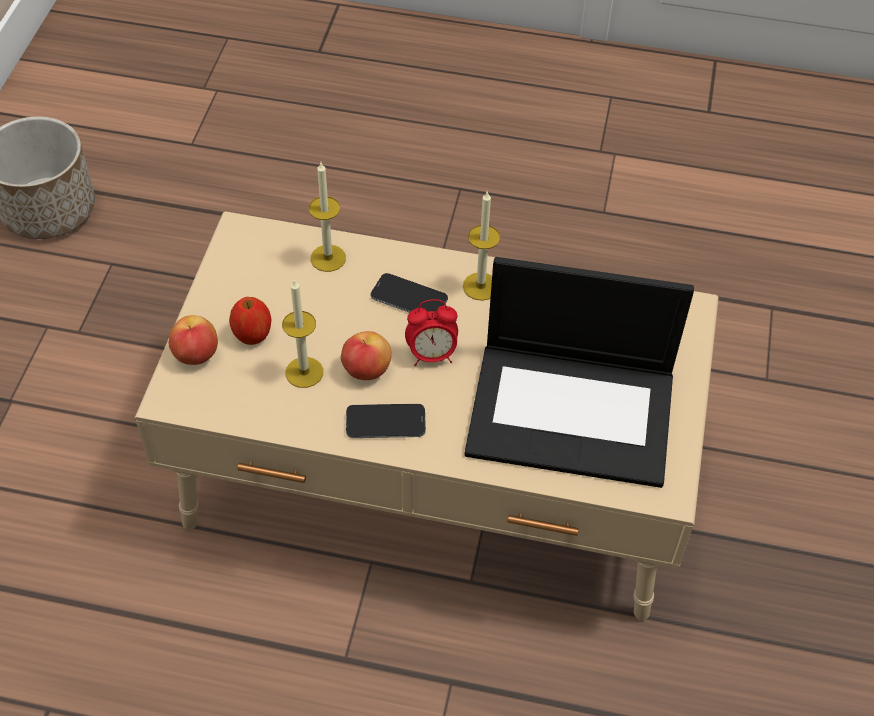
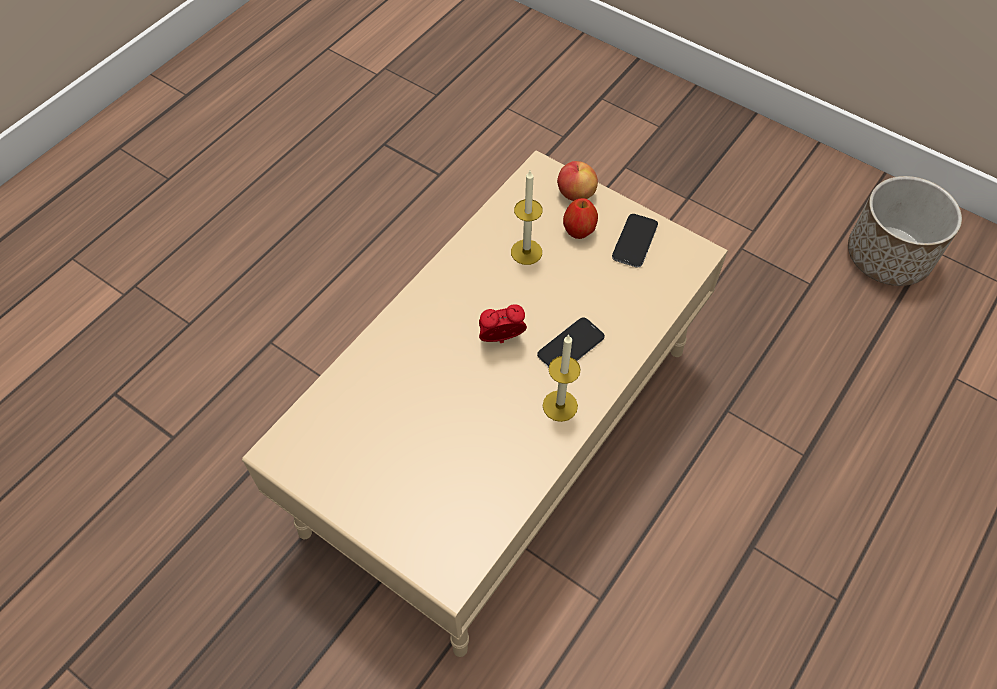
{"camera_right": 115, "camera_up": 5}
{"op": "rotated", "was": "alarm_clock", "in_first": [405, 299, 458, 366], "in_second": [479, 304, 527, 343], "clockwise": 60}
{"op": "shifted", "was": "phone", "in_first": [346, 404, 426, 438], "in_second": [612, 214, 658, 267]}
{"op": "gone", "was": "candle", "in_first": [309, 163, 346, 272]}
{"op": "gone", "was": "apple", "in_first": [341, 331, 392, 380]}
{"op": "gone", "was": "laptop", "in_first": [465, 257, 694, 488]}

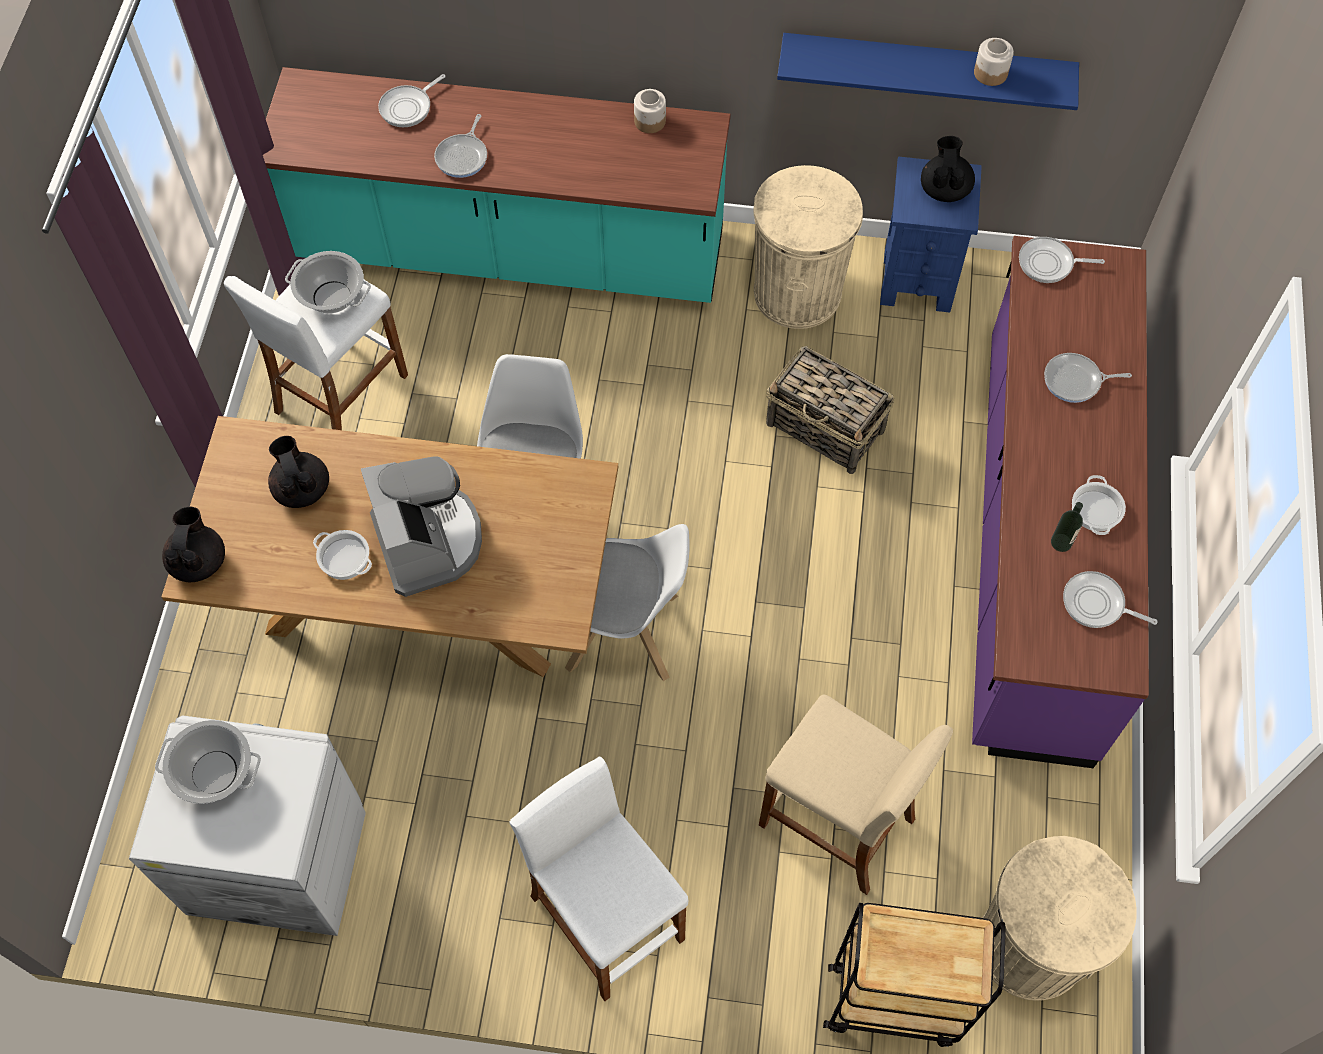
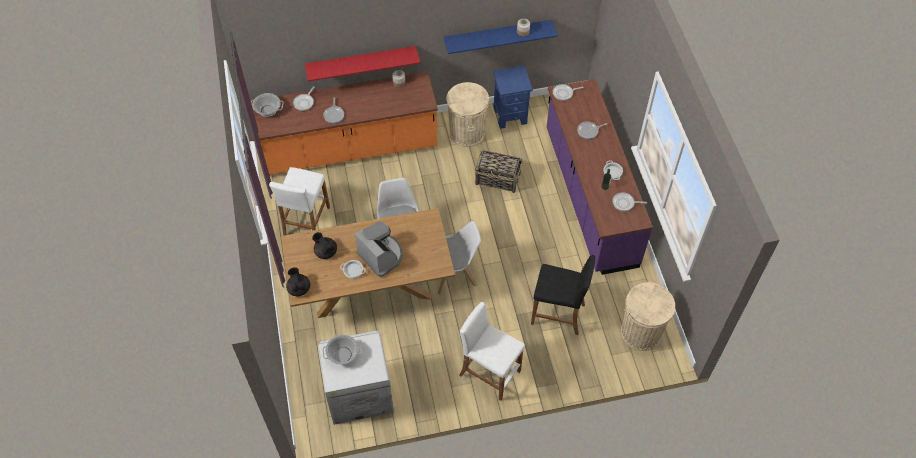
{"camera_right": -20, "camera_up": -5}
{"op": "repainted", "was": "turquoise_counter", "now": "orange_counter", "in_first": [263, 67, 731, 303], "in_second": [250, 72, 438, 175]}
{"op": "shifted", "was": "cooking_pot", "in_first": [285, 251, 371, 314], "in_second": [251, 93, 284, 117]}
{"op": "new", "now": "red_shelf", "in_second": [305, 46, 420, 81]}
{"op": "repainted", "was": "beige_stool", "now": "black_stool", "in_first": [759, 694, 953, 895], "in_second": [531, 255, 595, 335]}
{"op": "gone", "was": "brown_cart", "in_first": [823, 903, 1006, 1047]}
{"op": "gone", "was": "black_teapot", "in_first": [921, 136, 975, 202]}

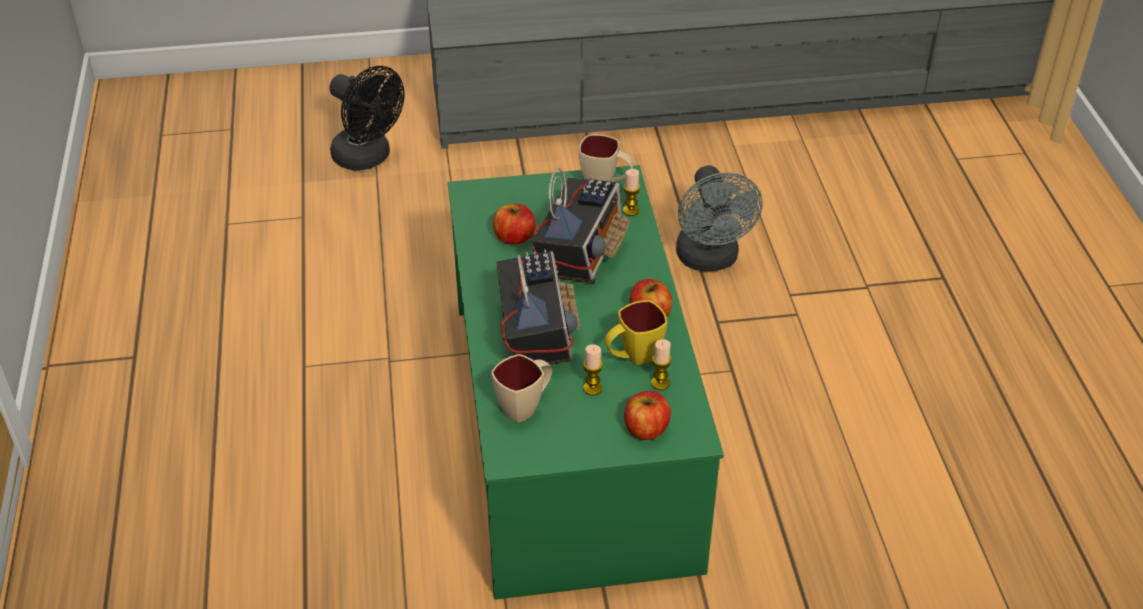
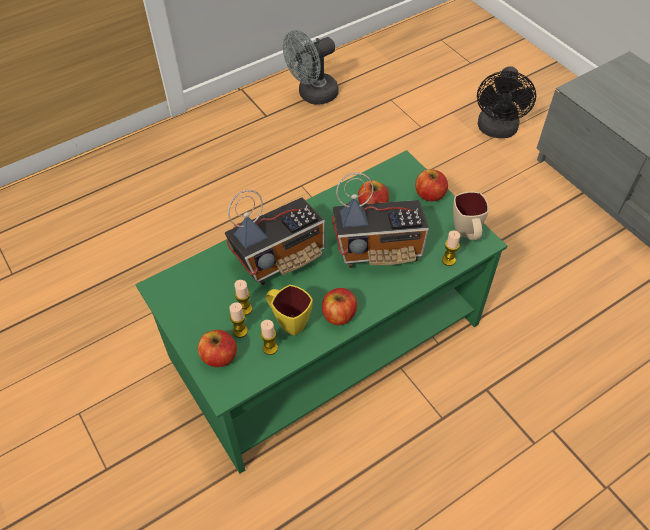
{"camera_right": 65, "camera_up": 10}
{"op": "new", "now": "candle", "in_second": [229, 302, 248, 338]}
{"op": "shifted", "was": "grey_fan", "in_first": [676, 165, 762, 271], "in_second": [283, 30, 339, 104]}
{"op": "new", "now": "apple", "in_second": [415, 169, 448, 201]}
{"op": "gone", "was": "beige_mug", "in_first": [491, 354, 552, 423]}

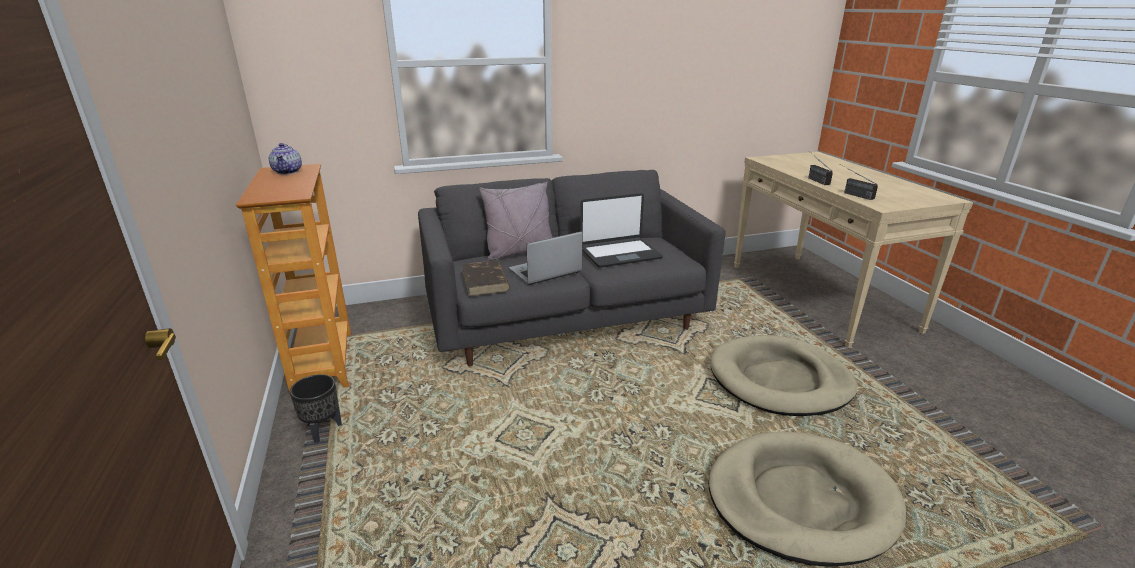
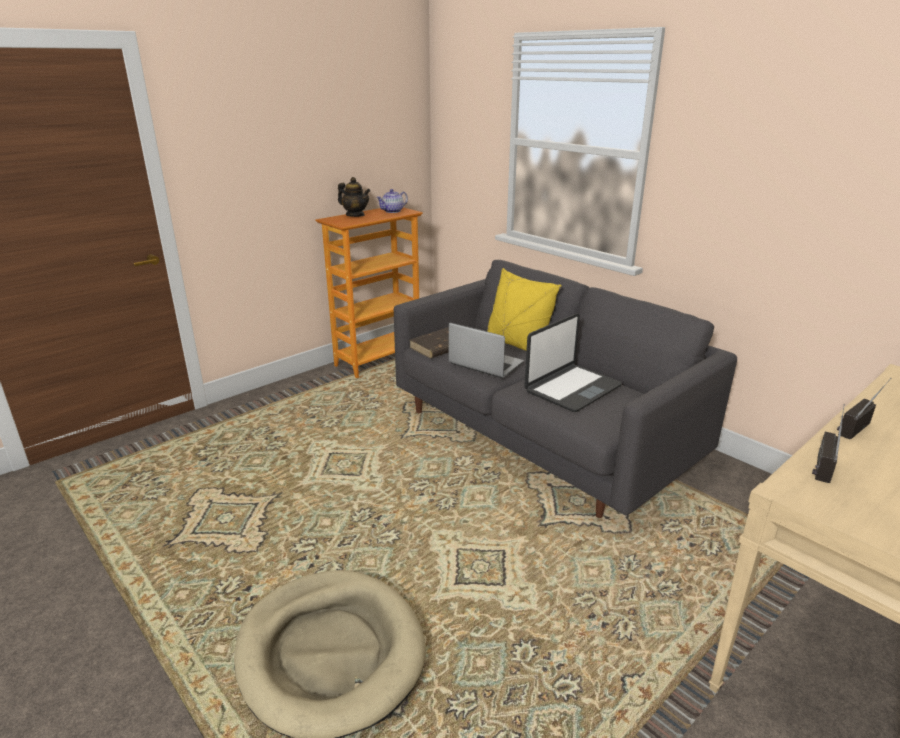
{"camera_right": 65, "camera_up": 0}
{"op": "new", "now": "teapot", "in_second": [338, 177, 370, 217]}
{"op": "repainted", "was": "purple_pillow", "now": "yellow_pillow", "in_first": [479, 182, 552, 261], "in_second": [487, 268, 562, 351]}
{"op": "rotated", "was": "laptop", "in_first": [580, 193, 663, 267], "in_second": [524, 313, 622, 412], "clockwise": -90}
{"op": "gone", "was": "black_planter", "in_first": [290, 374, 342, 443]}
{"op": "gone", "was": "beige_dog_bed", "in_first": [710, 335, 857, 416]}

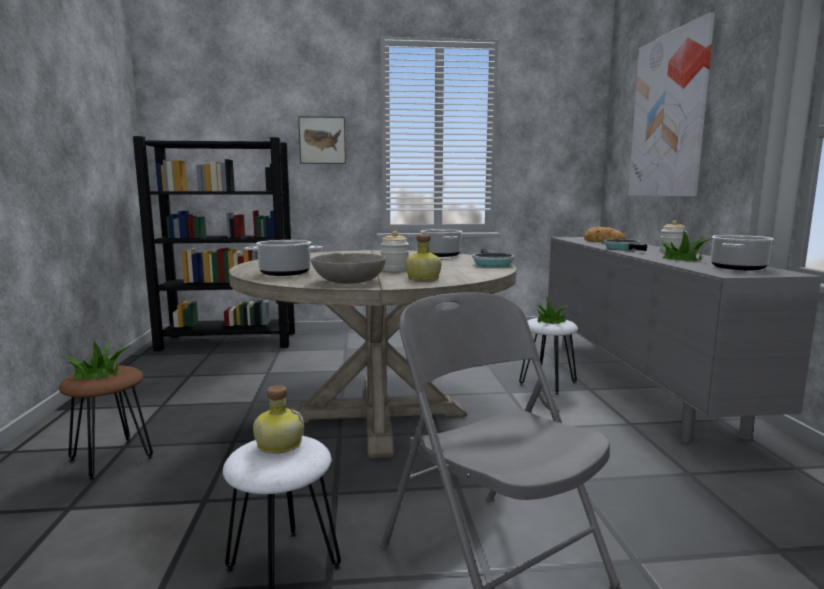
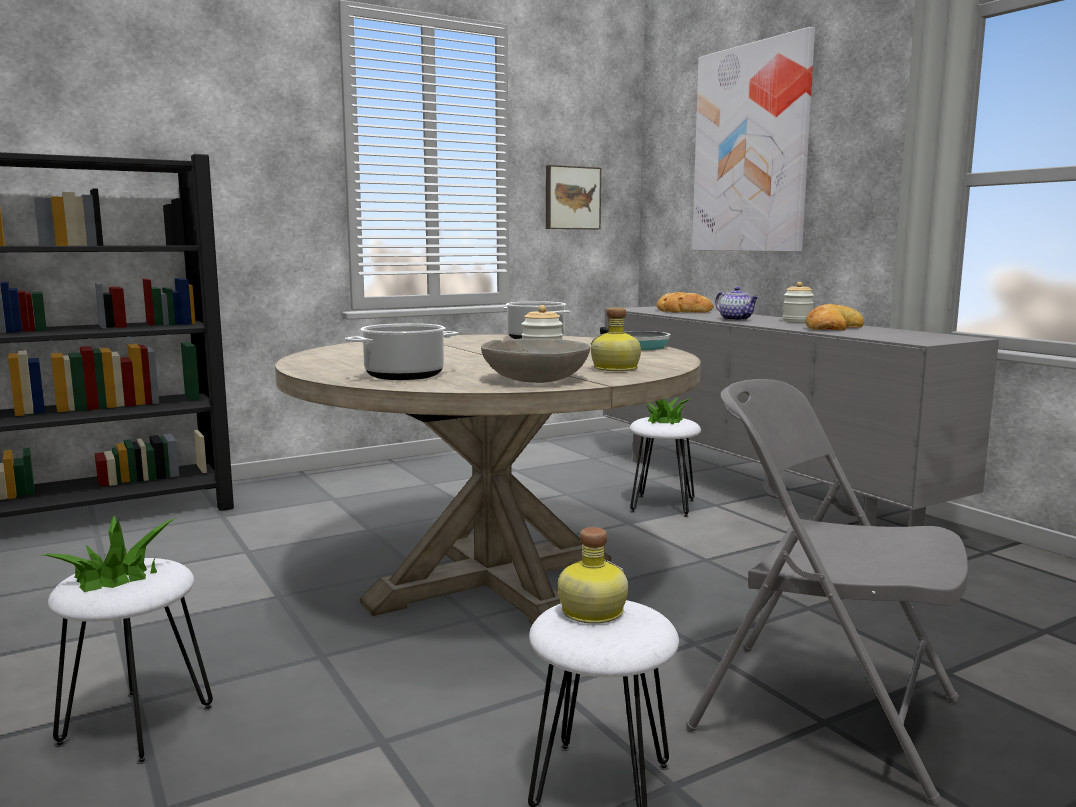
{"camera_right": -25, "camera_up": 0}
{"op": "repainted", "was": "brown_stool", "now": "white_stool", "in_first": [59, 365, 153, 480], "in_second": [48, 558, 213, 764]}
{"op": "shifted", "was": "picture", "in_first": [298, 116, 346, 164], "in_second": [546, 165, 601, 229]}
{"op": "swapped", "was": "frying_pan", "now": "teapot", "in_first": [604, 239, 647, 251], "in_second": [715, 287, 759, 321]}
{"op": "swapped", "was": "potted_plant", "now": "bread", "in_first": [662, 230, 713, 261], "in_second": [805, 304, 864, 331]}
{"op": "gone", "was": "cooking_pot", "in_first": [711, 235, 774, 270]}

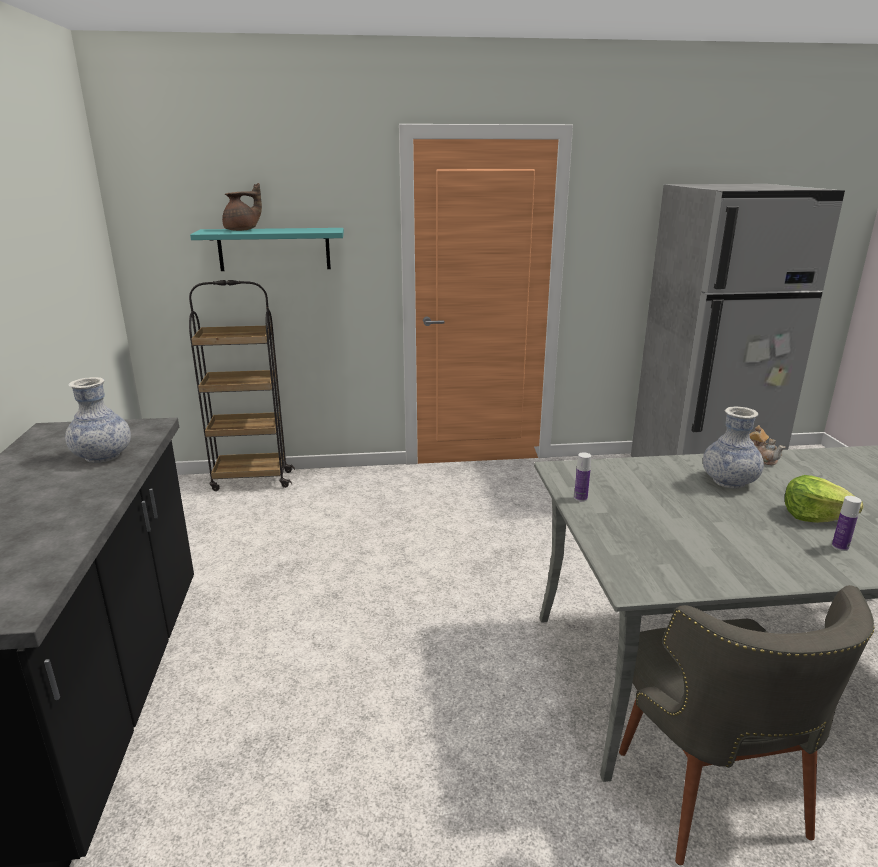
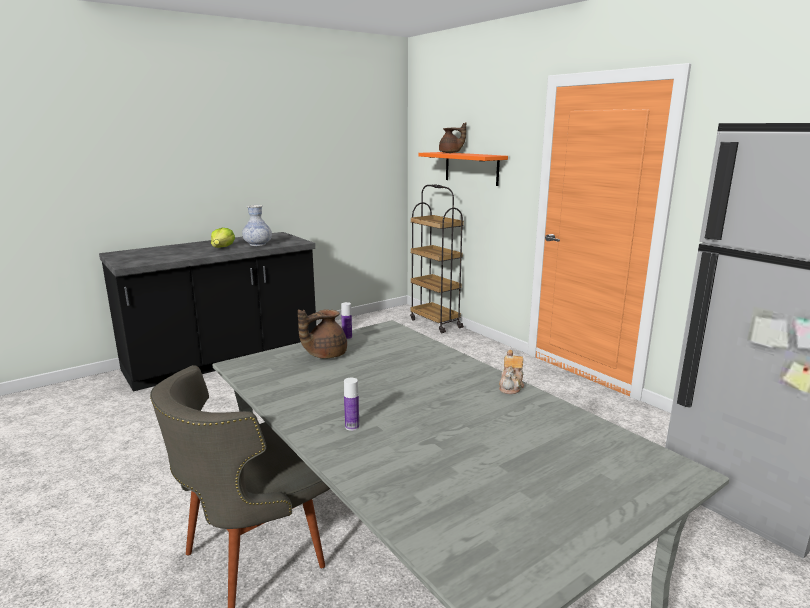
{"camera_right": 60, "camera_up": -5}
{"op": "shifted", "was": "lettuce", "in_first": [785, 475, 863, 523], "in_second": [211, 228, 235, 248]}
{"op": "new", "now": "brown_teapot", "in_second": [298, 309, 347, 359]}
{"op": "repainted", "was": "turquoise_shelf", "now": "orange_shelf", "in_first": [190, 228, 344, 271], "in_second": [418, 152, 508, 186]}
{"op": "gone", "was": "vase", "in_first": [703, 406, 764, 489]}

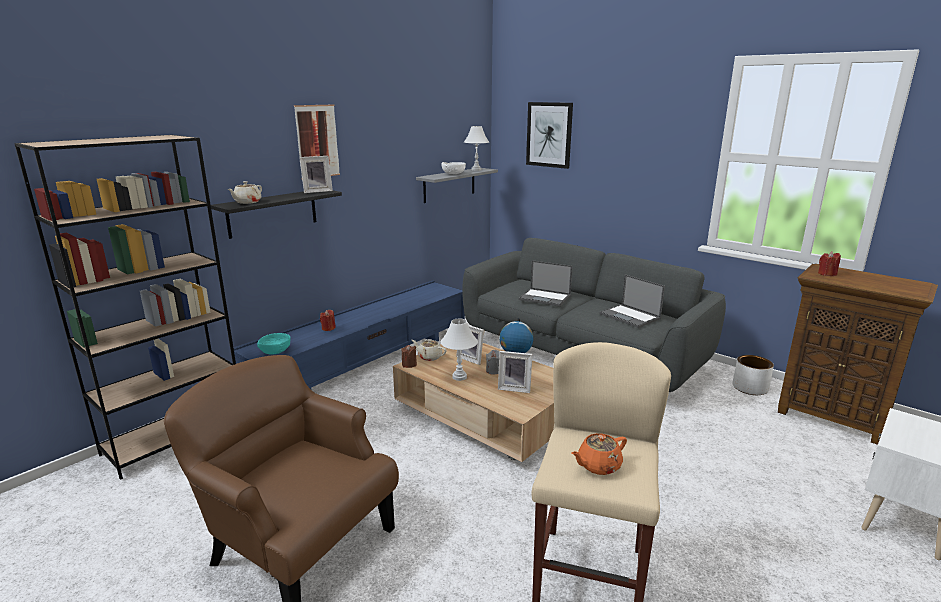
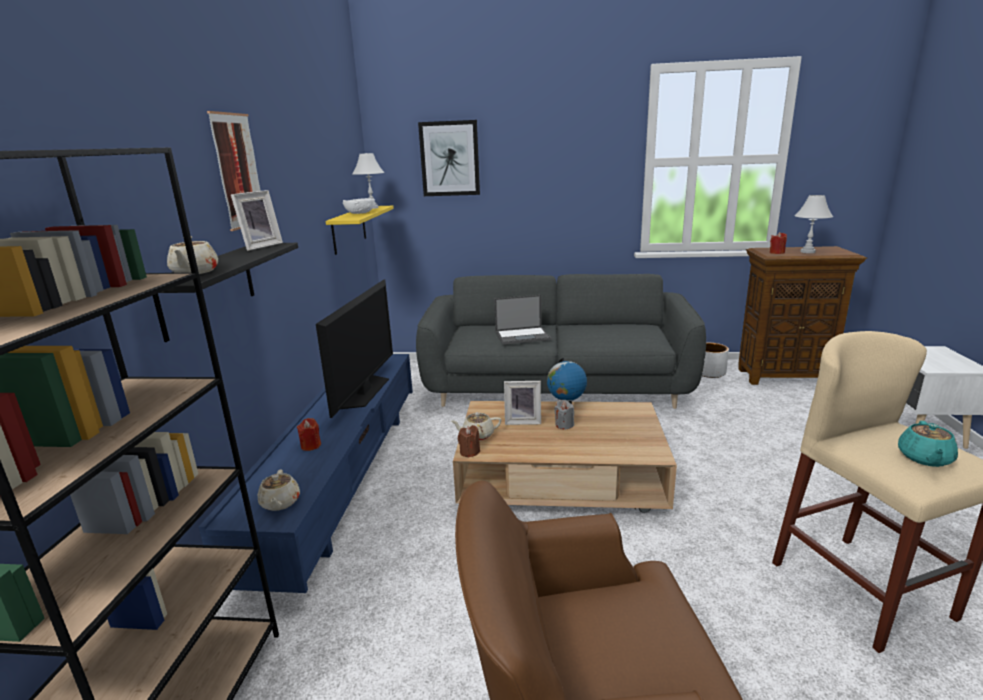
{"camera_right": -35, "camera_up": 0}
{"op": "swapped", "was": "turquoise_bowl", "now": "beige_teapot", "in_first": [257, 333, 291, 355], "in_second": [258, 469, 300, 511]}
{"op": "new", "now": "television", "in_second": [316, 280, 393, 418]}
{"op": "repainted", "was": "grey_shelf", "now": "yellow_shelf", "in_first": [416, 168, 498, 203], "in_second": [326, 206, 394, 255]}
{"op": "shifted", "was": "white_table_lamp", "in_first": [441, 319, 478, 381], "in_second": [795, 195, 833, 253]}
{"op": "repainted", "was": "orange_teapot", "now": "turquoise_teapot", "in_first": [571, 433, 627, 475], "in_second": [898, 421, 958, 467]}
{"op": "gone", "was": "picture_frame", "in_first": [498, 351, 533, 393]}
{"op": "gone", "was": "laptop", "in_first": [600, 274, 665, 328]}

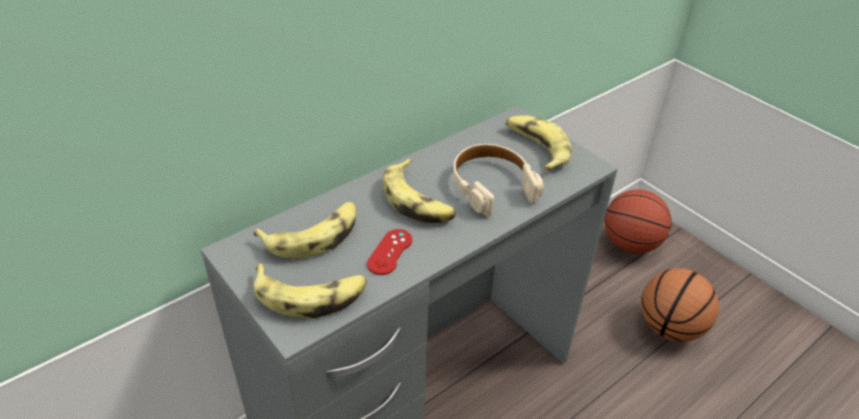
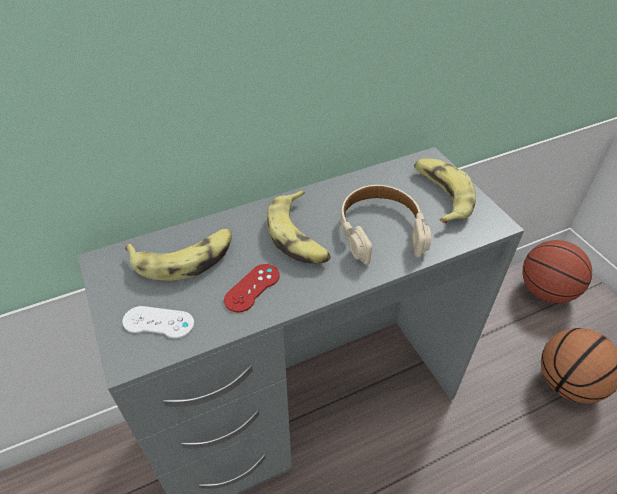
{"camera_right": 15, "camera_up": 5}
{"op": "swapped", "was": "banana", "now": "white_game_controller", "in_first": [253, 263, 367, 318], "in_second": [123, 306, 194, 338]}

